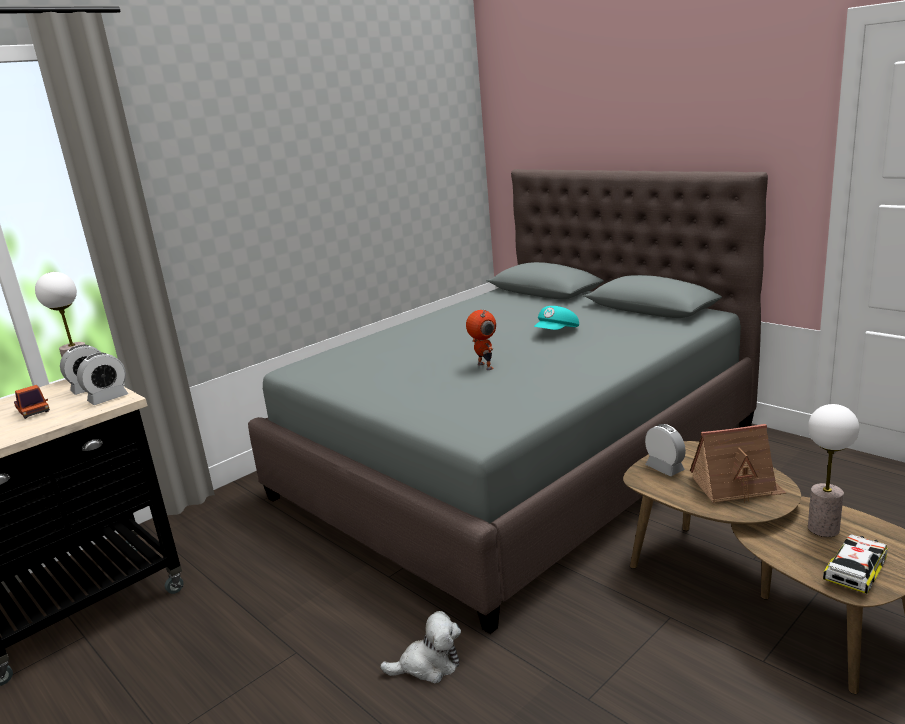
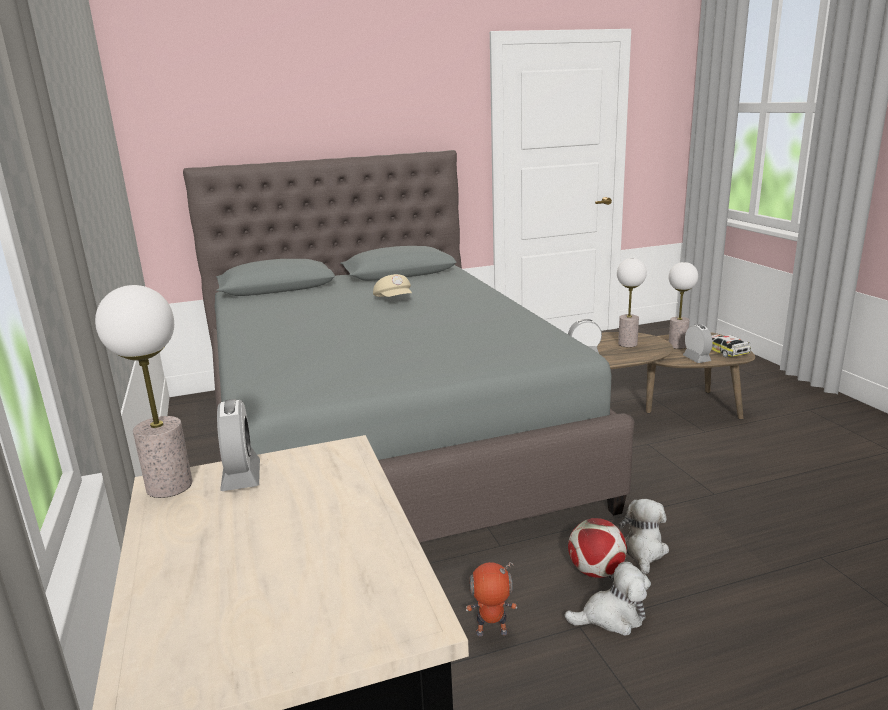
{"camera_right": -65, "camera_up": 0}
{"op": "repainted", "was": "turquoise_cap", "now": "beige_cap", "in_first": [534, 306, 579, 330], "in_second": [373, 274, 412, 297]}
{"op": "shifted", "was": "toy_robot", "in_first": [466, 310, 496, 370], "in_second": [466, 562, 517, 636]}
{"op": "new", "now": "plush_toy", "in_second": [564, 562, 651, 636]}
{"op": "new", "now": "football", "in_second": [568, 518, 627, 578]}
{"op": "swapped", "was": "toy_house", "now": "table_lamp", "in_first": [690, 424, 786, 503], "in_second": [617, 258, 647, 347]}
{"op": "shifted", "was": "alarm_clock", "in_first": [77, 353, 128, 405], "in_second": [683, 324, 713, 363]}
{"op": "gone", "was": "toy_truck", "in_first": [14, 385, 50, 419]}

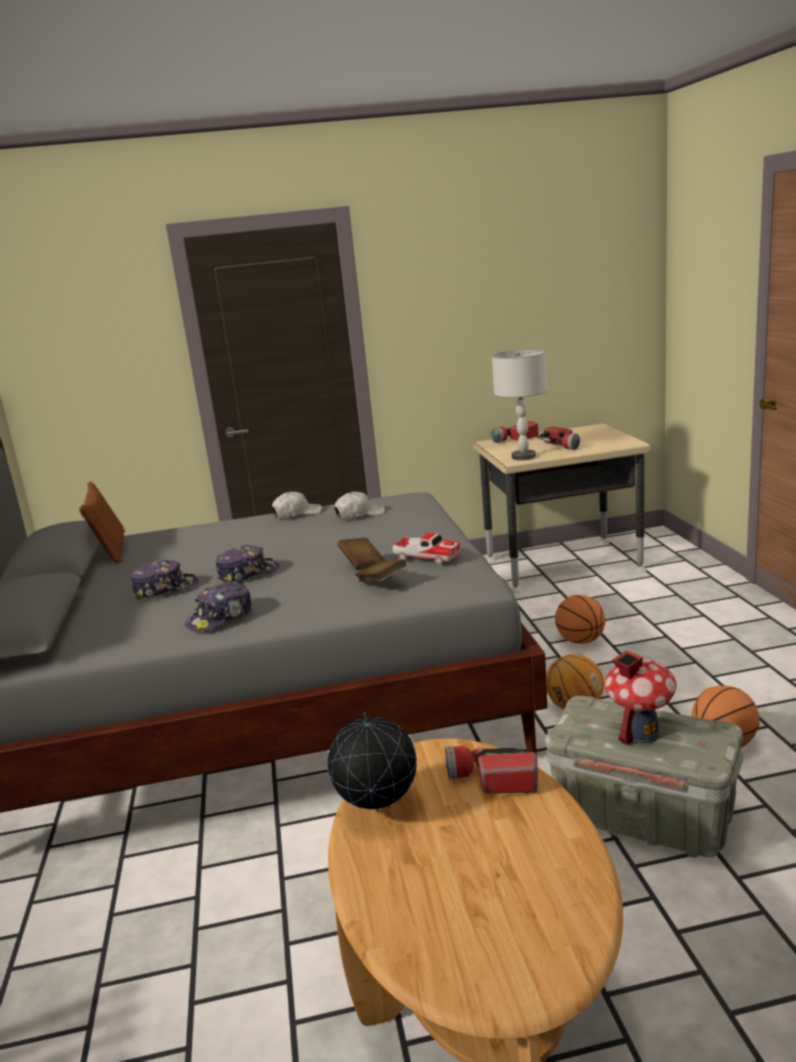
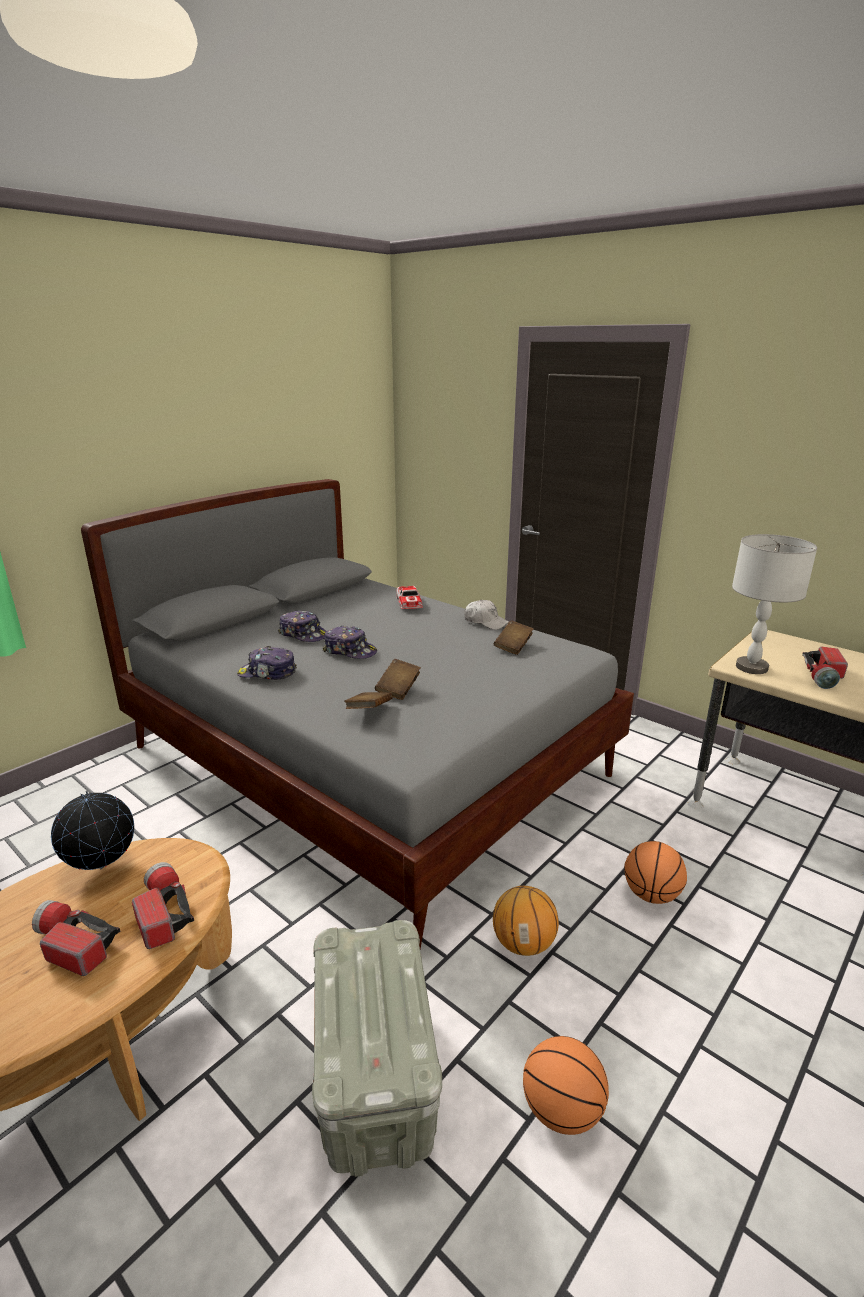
{"camera_right": 50, "camera_up": 5}
{"op": "shifted", "was": "flashlight", "in_first": [490, 421, 538, 443], "in_second": [32, 900, 120, 976]}
{"op": "shifted", "was": "toy_car", "in_first": [392, 533, 461, 564], "in_second": [396, 586, 423, 609]}
{"op": "swapped", "was": "white_cap", "now": "brown_book", "in_first": [334, 492, 385, 519], "in_second": [494, 621, 534, 655]}
{"op": "gone", "was": "brown_pillow", "in_first": [79, 482, 125, 564]}
{"op": "gone", "was": "toy_house", "in_first": [604, 650, 676, 745]}

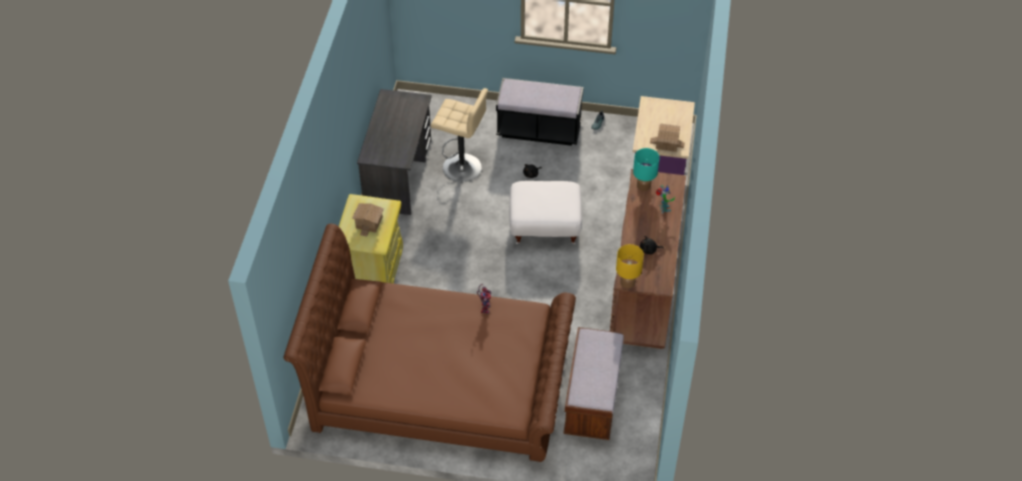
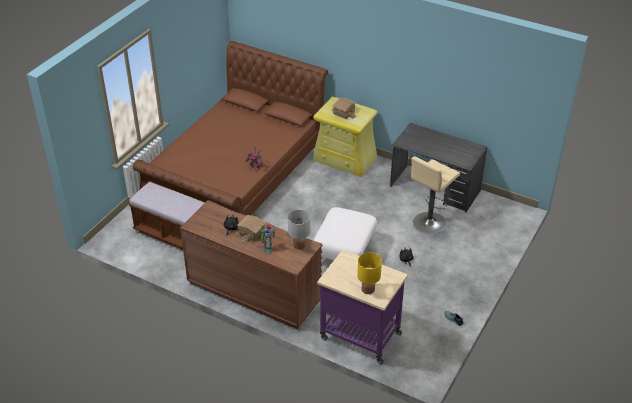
{"camera_right": 110, "camera_up": -10}
{"op": "shifted", "was": "toy_house", "in_first": [650, 123, 685, 152], "in_second": [237, 215, 266, 243]}
{"op": "repainted", "was": "turquoise_table_lamp", "now": "grey_table_lamp", "in_first": [633, 148, 659, 191], "in_second": [288, 210, 310, 250]}
{"op": "shifted", "was": "yellow_table_lamp", "in_first": [616, 244, 644, 288], "in_second": [357, 252, 382, 294]}
{"op": "gone", "was": "black_bench", "in_first": [496, 78, 584, 146]}

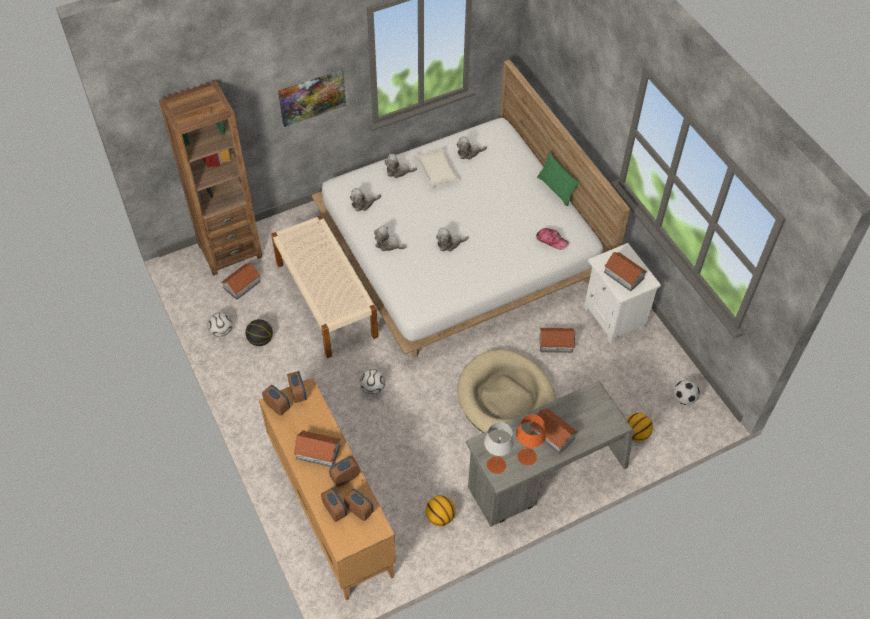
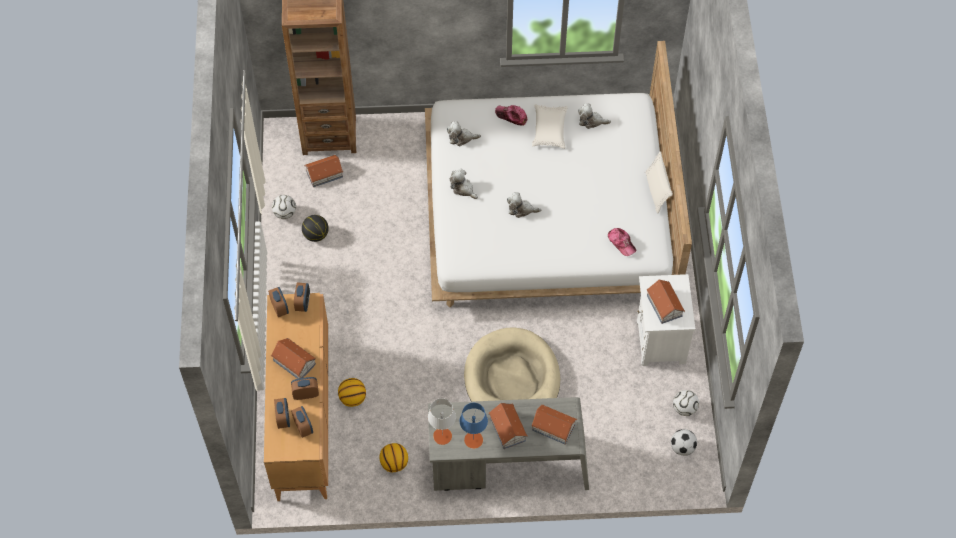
{"camera_right": 25, "camera_up": 5}
{"op": "shifted", "was": "basketball", "in_first": [626, 413, 653, 442], "in_second": [338, 378, 366, 407]}
{"op": "repainted", "was": "orange_table_lamp", "now": "blue_table_lamp", "in_first": [516, 414, 546, 466], "in_second": [460, 403, 488, 449]}
{"op": "swapped", "was": "plush_toy", "now": "cap", "in_first": [384, 154, 417, 178], "in_second": [495, 105, 527, 126]}
{"op": "shifted", "was": "toy_house", "in_first": [539, 328, 575, 353], "in_second": [531, 404, 577, 445]}
{"op": "repainted", "was": "green_pillow", "now": "white_pillow", "in_first": [538, 152, 580, 206], "in_second": [644, 152, 673, 213]}
{"op": "shifted", "was": "football", "in_first": [360, 369, 385, 395], "in_second": [673, 390, 699, 416]}
{"op": "gone", "was": "beige_bench", "in_first": [271, 215, 378, 358]}
{"op": "gone", "was": "picture", "in_first": [278, 70, 346, 127]}

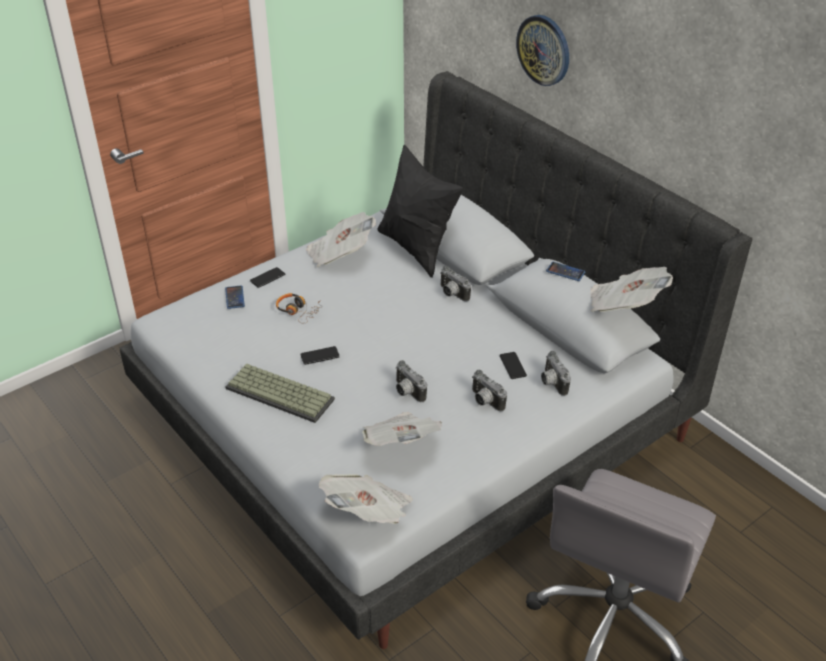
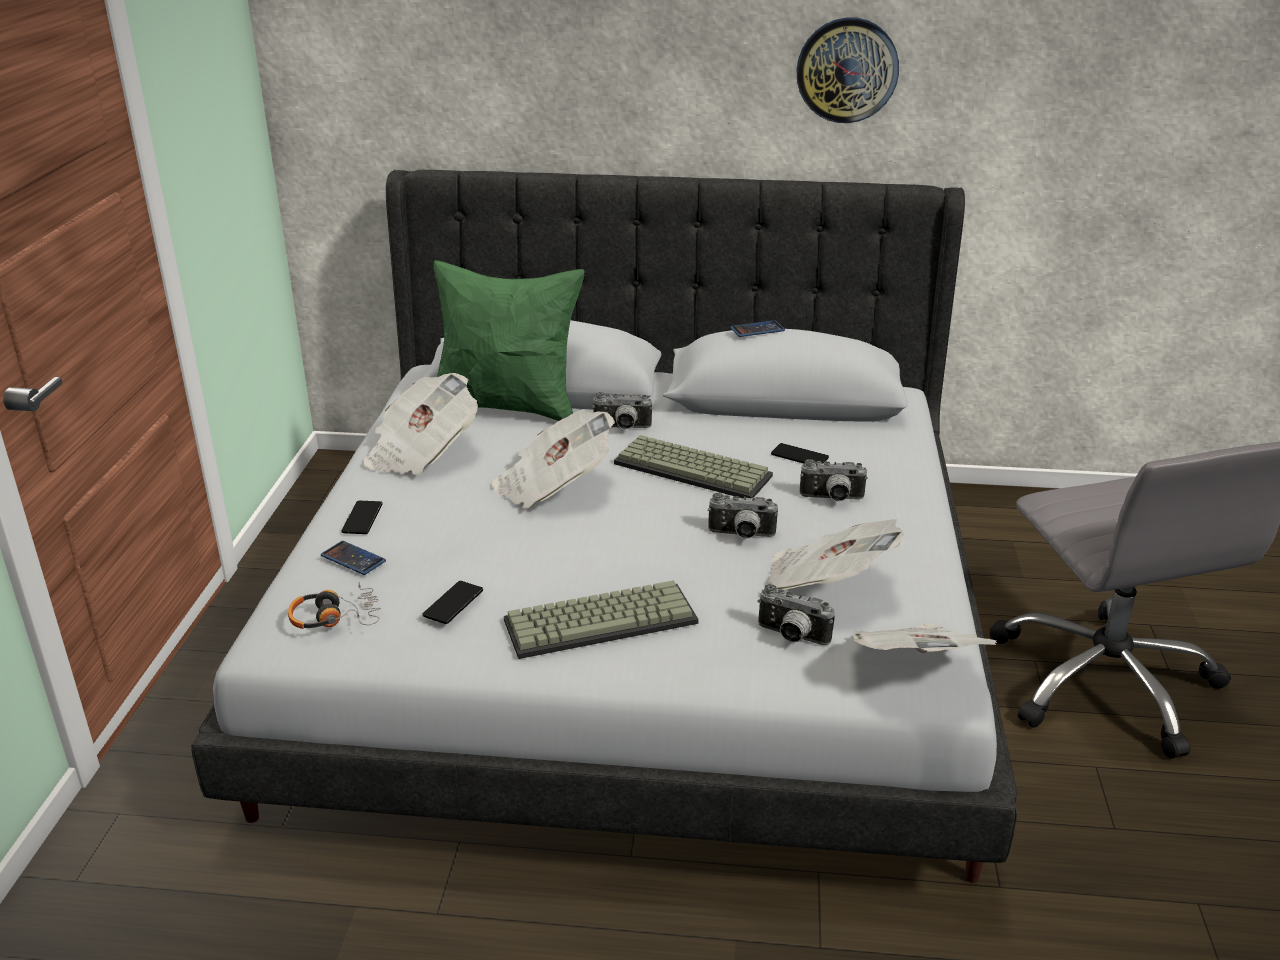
{"camera_right": -45, "camera_up": -10}
{"op": "shifted", "was": "headphones", "in_first": [276, 293, 322, 323], "in_second": [288, 583, 381, 629]}
{"op": "shifted", "was": "phone", "in_first": [300, 346, 340, 365], "in_second": [423, 581, 483, 624]}
{"op": "repainted", "was": "black_pillow", "now": "green_pillow", "in_first": [378, 145, 463, 278], "in_second": [434, 260, 584, 421]}
{"op": "shifted", "was": "newspaper", "in_first": [590, 267, 673, 312], "in_second": [491, 410, 615, 509]}
{"op": "new", "now": "keyboard", "in_second": [614, 435, 773, 499]}
{"op": "shifted", "was": "photo_camera", "in_first": [541, 351, 571, 396], "in_second": [758, 584, 835, 645]}
{"op": "shifted", "was": "wall_clock", "in_first": [516, 15, 569, 86], "in_second": [797, 17, 899, 123]}

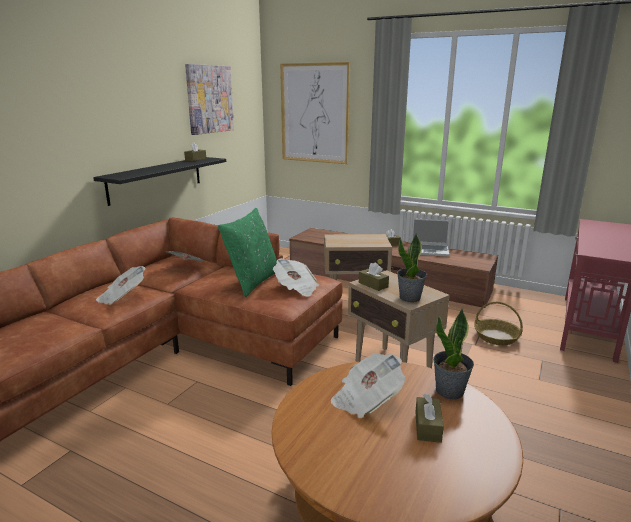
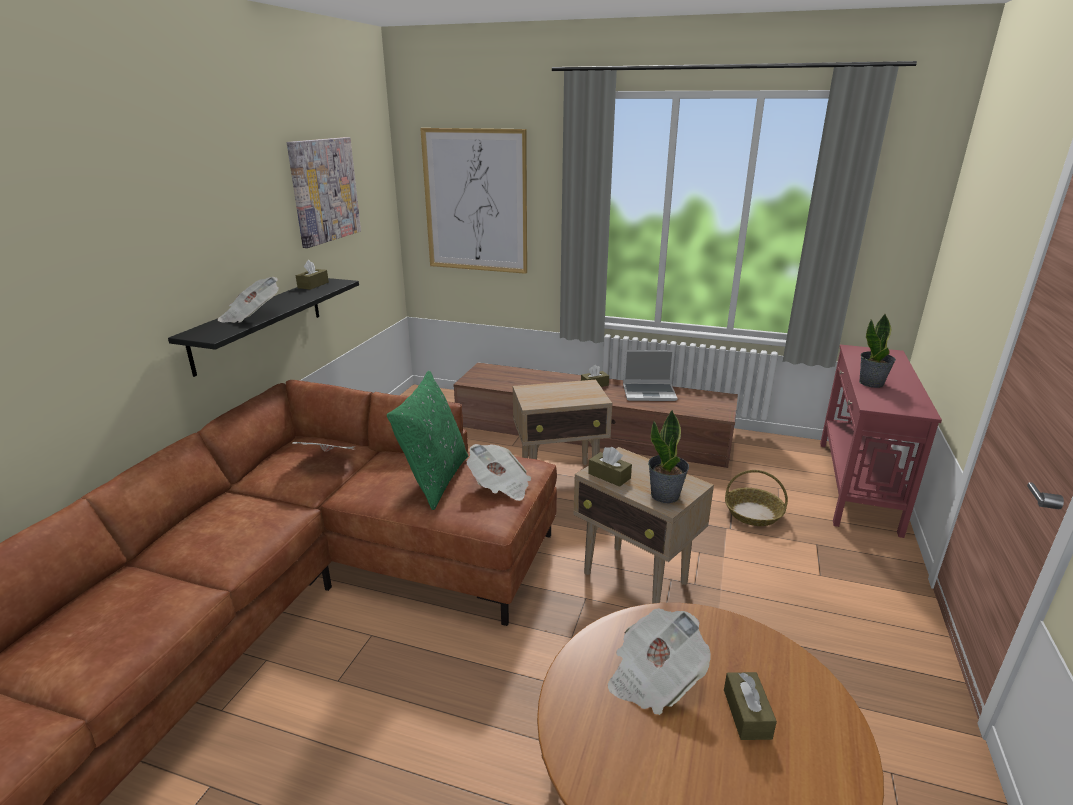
{"camera_right": -10, "camera_up": 5}
{"op": "shifted", "was": "newspaper", "in_first": [96, 266, 146, 305], "in_second": [218, 277, 279, 323]}
{"op": "shifted", "was": "potted_plant", "in_first": [433, 308, 474, 399], "in_second": [859, 314, 896, 388]}

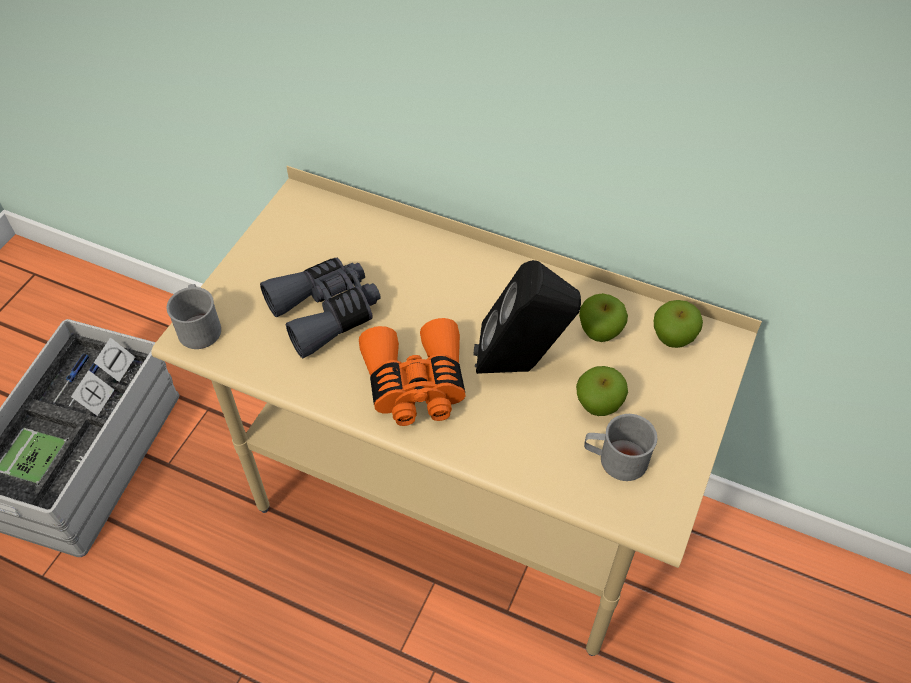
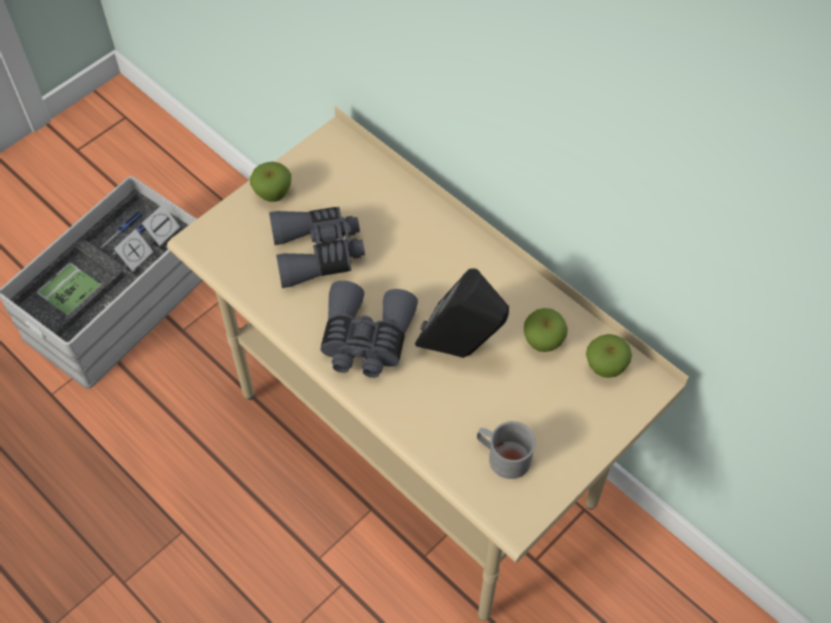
{"camera_right": 20, "camera_up": 5}
{"op": "shifted", "was": "apple", "in_first": [576, 366, 628, 416], "in_second": [250, 162, 291, 202]}
{"op": "repainted", "was": "orange_binoculars", "now": "grey_binoculars", "in_first": [359, 318, 466, 426], "in_second": [320, 281, 418, 378]}
{"op": "gone", "was": "grey_mug", "in_first": [167, 284, 221, 349]}

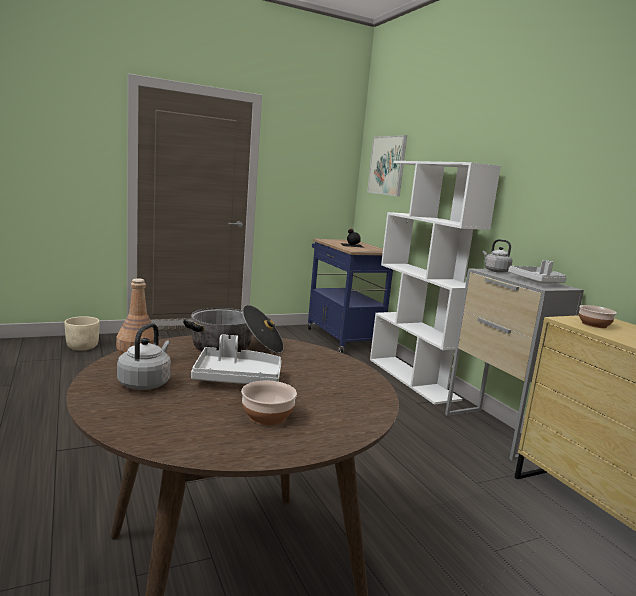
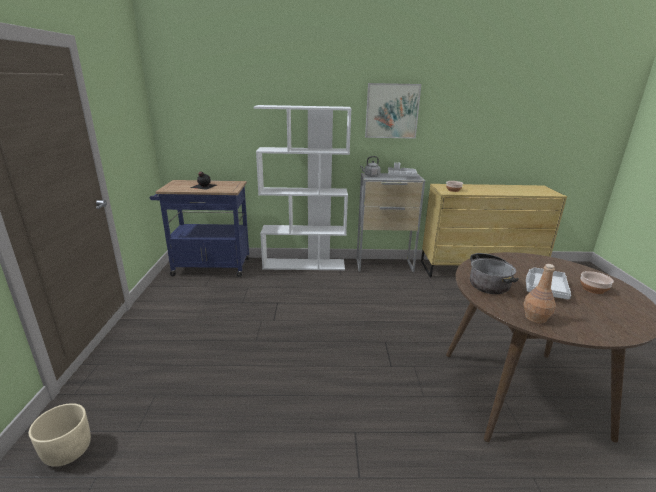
{"camera_right": -65, "camera_up": 10}
{"op": "shifted", "was": "picture", "in_first": [367, 135, 407, 196], "in_second": [365, 83, 421, 139]}
{"op": "gone", "was": "grey_kettle", "in_first": [117, 323, 171, 390]}

